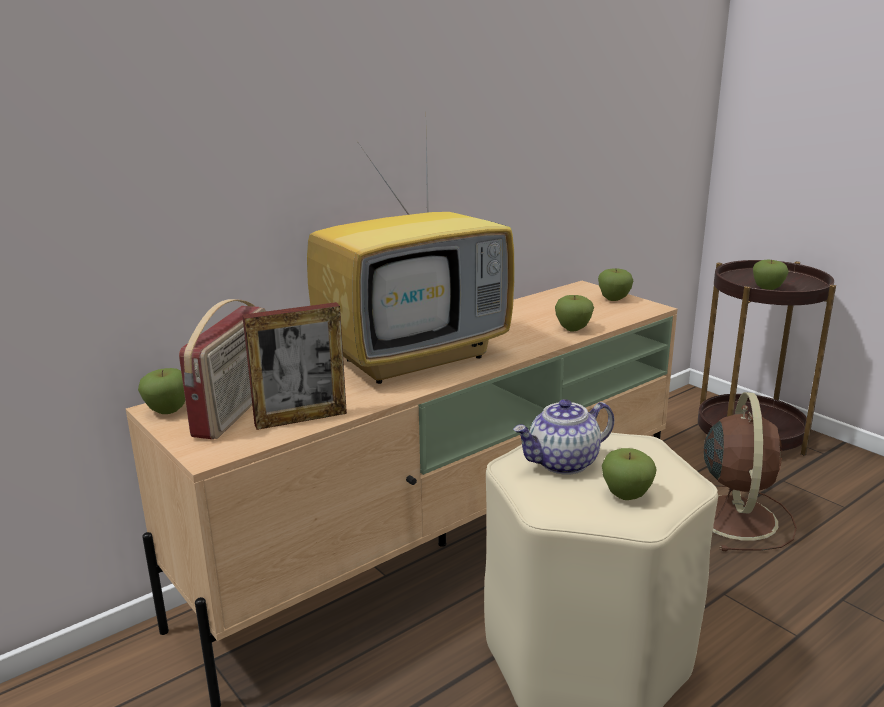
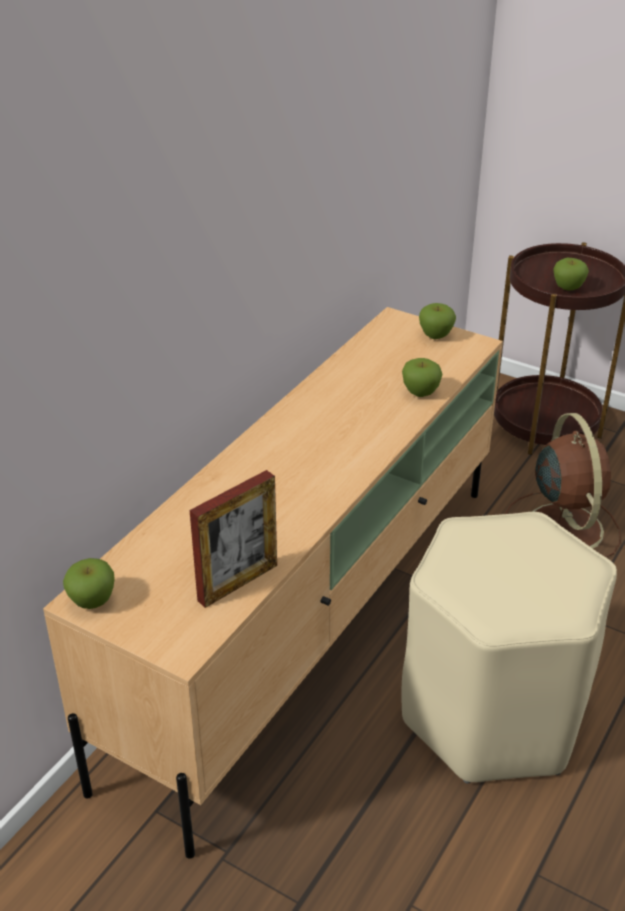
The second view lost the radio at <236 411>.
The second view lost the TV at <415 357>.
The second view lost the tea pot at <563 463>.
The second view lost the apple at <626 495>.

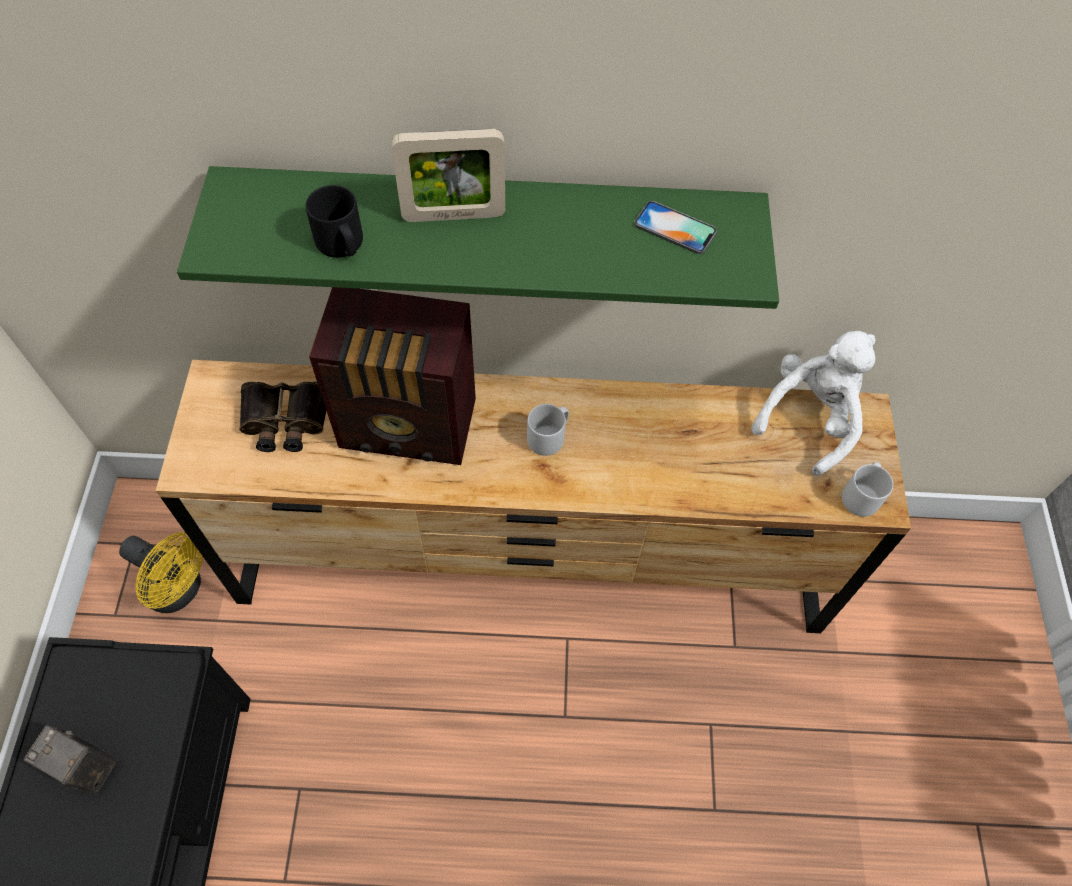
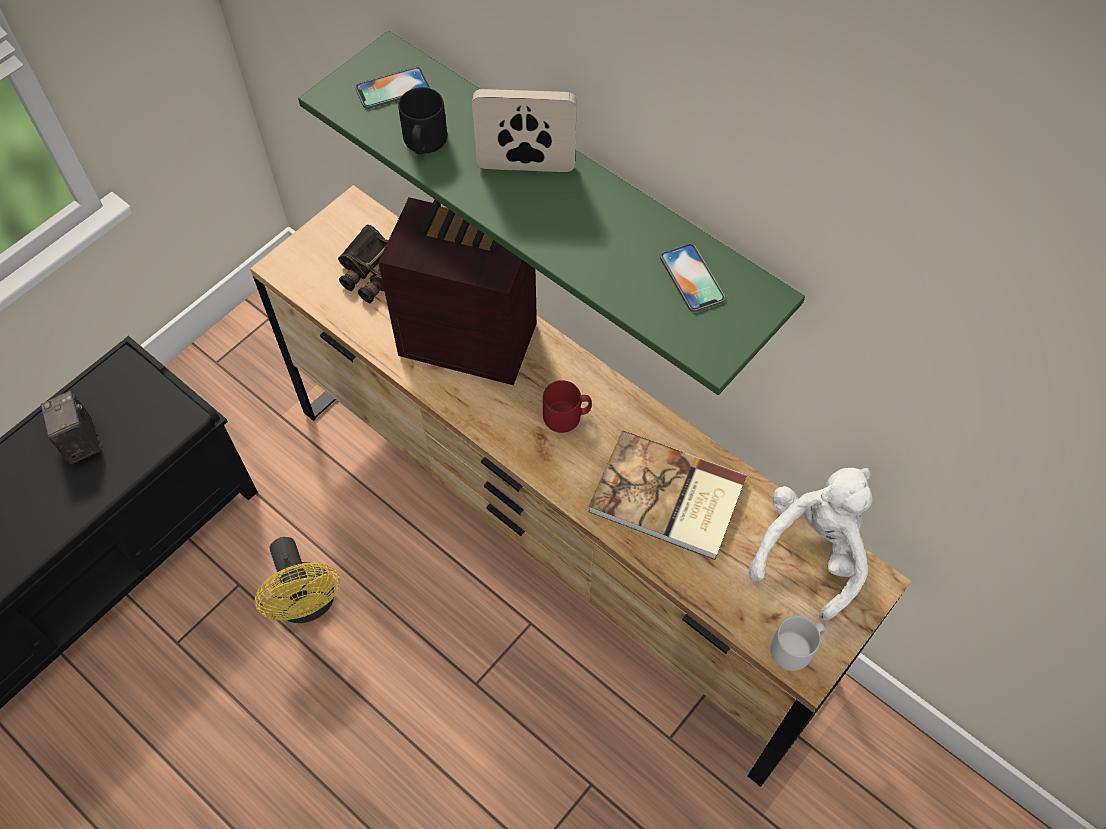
The cooling fan in yellow-coloured ended up elsewhere, having gone from <180 590> to <308 604>.
The radio at <410 426> ended up facing another way, 150 degrees clockwise from before.
The standing frame at <453 215> ended up facing another way, 150 degrees clockwise from before.
What was the mug in gray at <549 437> turned into the mug in reddish at <567 416>.
The soft toy in whitish at <810 419> ended up facing another way, 45 degrees counterclockwise from before.
The second view gained the telephone at <392 88>.
The second view gained the bound book at <667 499>.

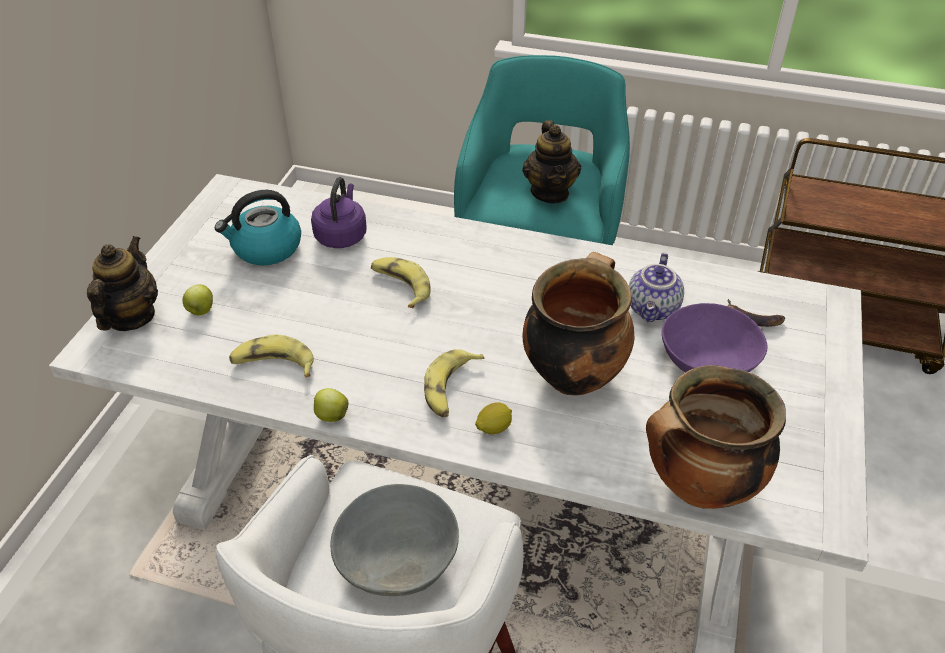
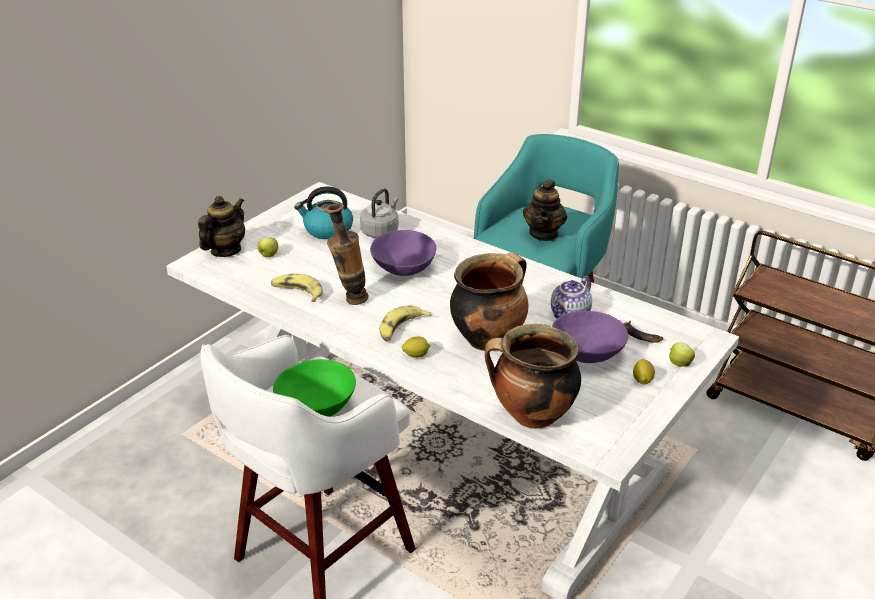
What was the water kettle in purplish at <341 235> turned into the water kettle in gray at <381 231>.
The apple ended up elsewhere, having gone from <331 415> to <679 363>.
What was the deep dish in gray at <398 558> turned into the deep dish in green-coloured at <317 405>.
Where the whole banana stood at <401 286>, the deep dish in purplish came to stand at <403 267>.
The second view gained the decorative vase at <349 299>.
The second view gained the whole lemon at <642 380>.

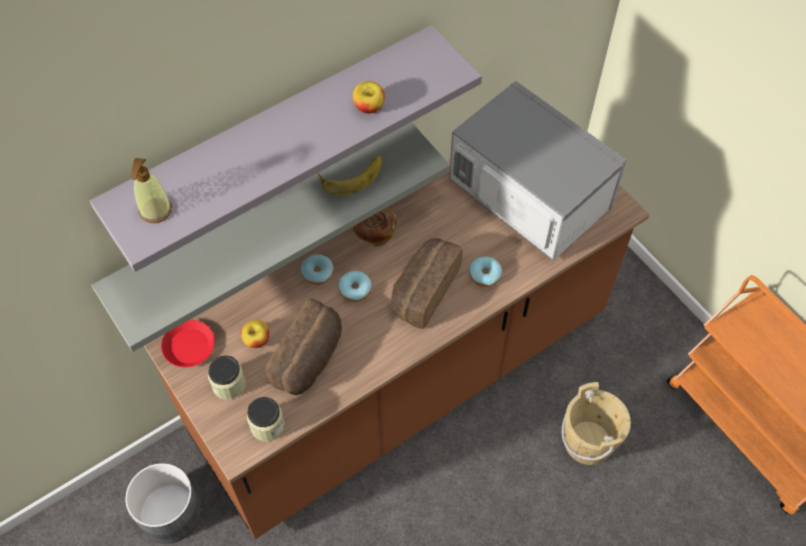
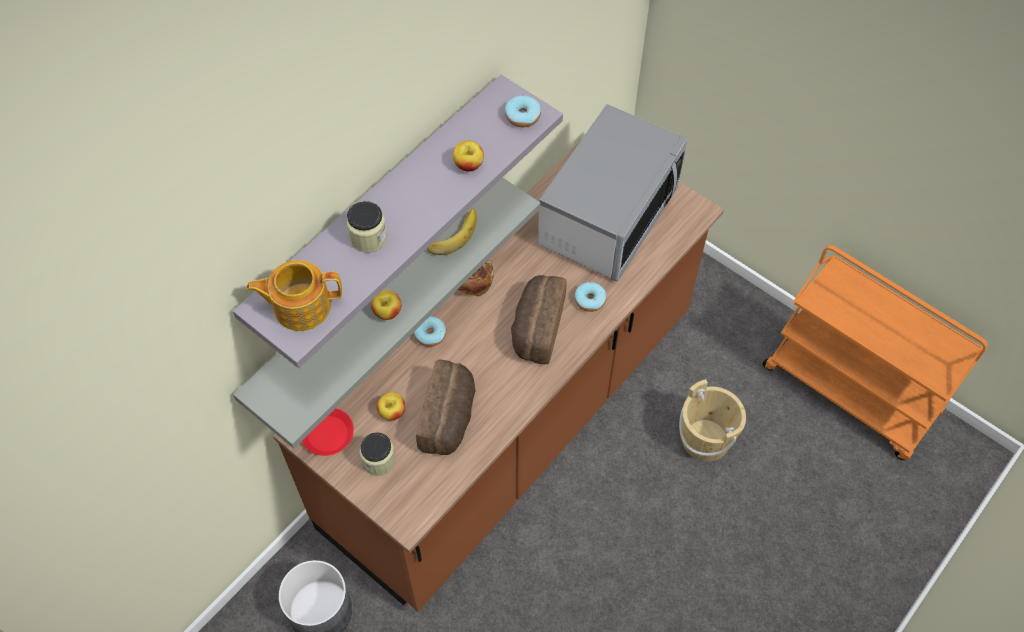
Where the soap dispenser stood at <155 210>, the tea pot came to stand at <300 306>.
The jar ended up elsewhere, having gone from <267 425> to <368 238>.
The donut ended up elsewhere, having gone from <355 289> to <522 116>.
The microwave at <528 196> ended up facing another way, 90 degrees clockwise from before.
The second view gained the apple at <387 312>.

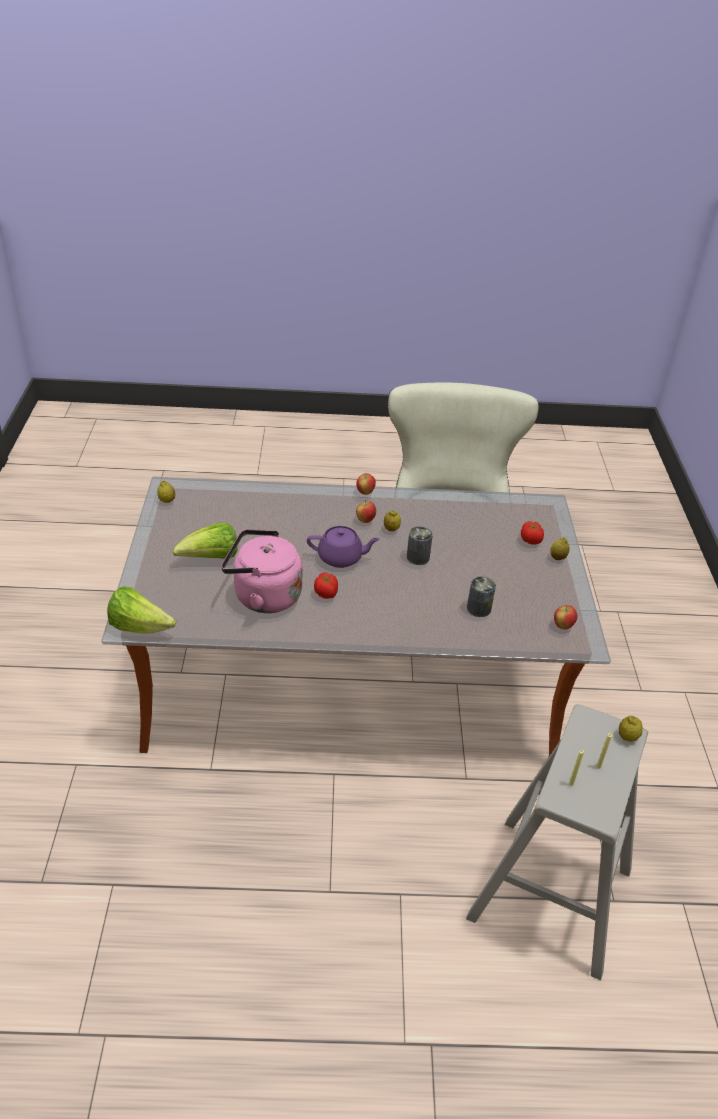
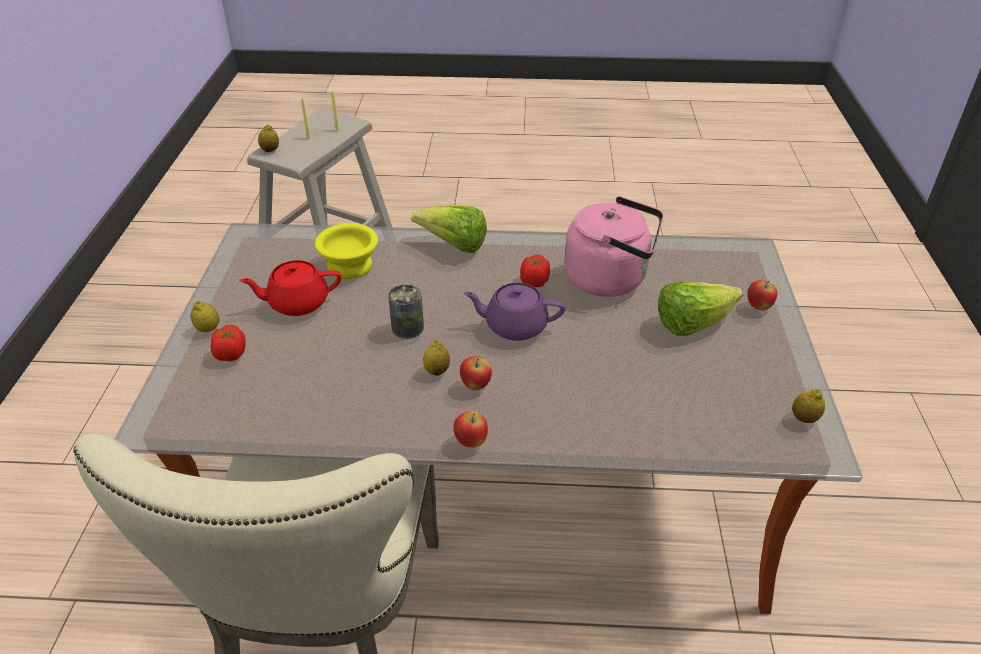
The lettuce ended up elsewhere, having gone from <140 627> to <454 245>.
Where the metal can stood at <478 608>, the deep dish in yellow-coloured came to stand at <350 267>.
The apple ended up elsewhere, having gone from <563 626> to <758 307>.
The second view gained the tea pot in reddish at <297 303>.

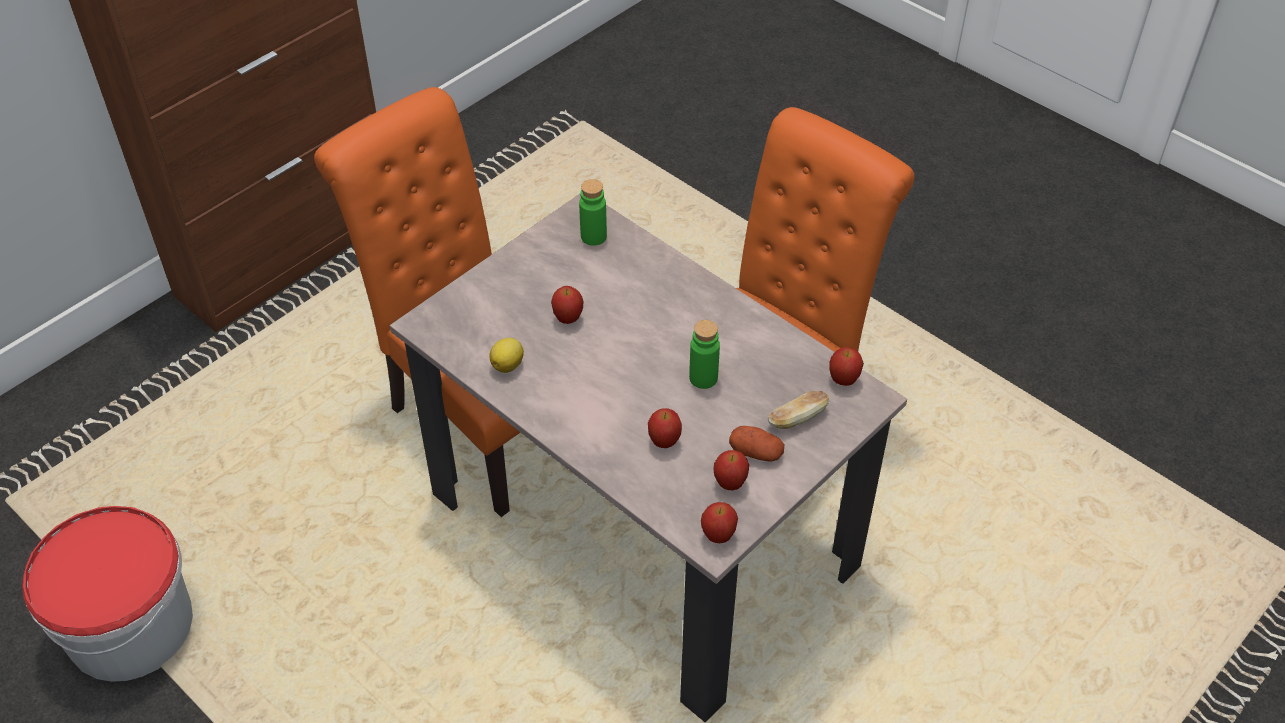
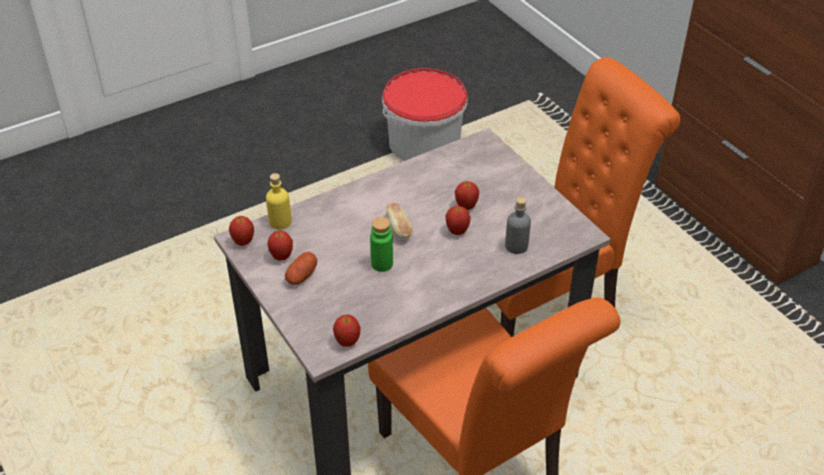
The second view lost the whole lemon at <508 365>.
The second view lost the bottle in green-coloured at <593 236>.
The apple ended up elsewhere, having gone from <664 442> to <457 231>.
The bread ended up elsewhere, having gone from <797 418> to <399 228>.
The second view gained the bottle in yellow-coloured at <280 222>.
The second view gained the bottle in gray at <516 246>.

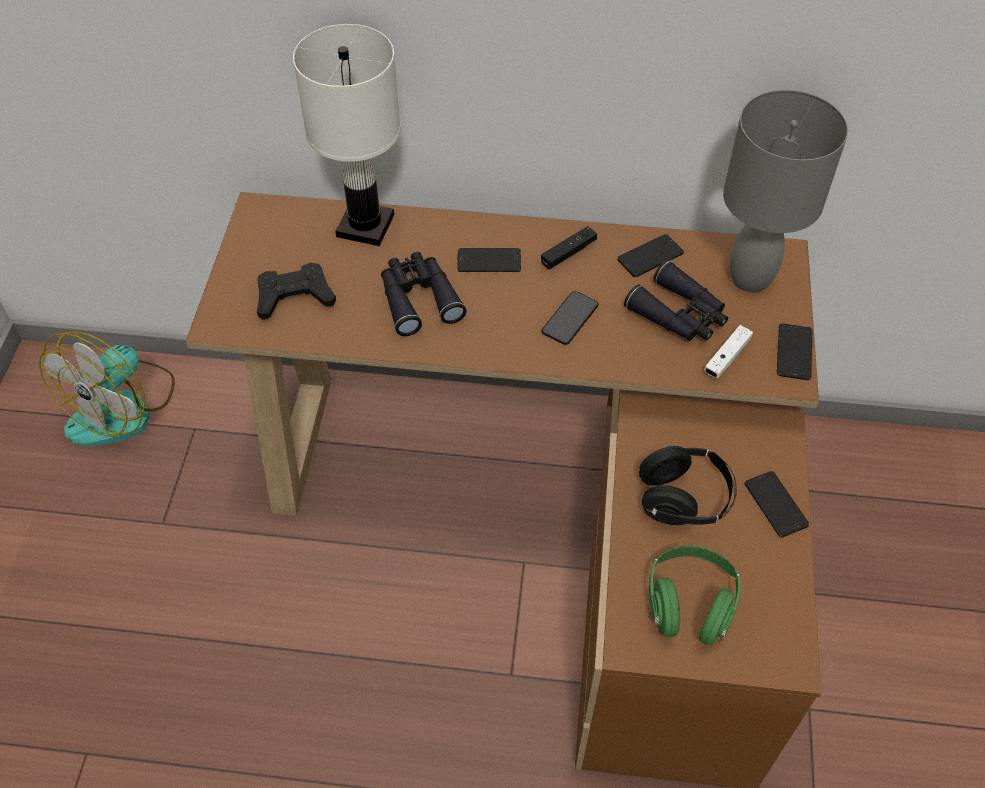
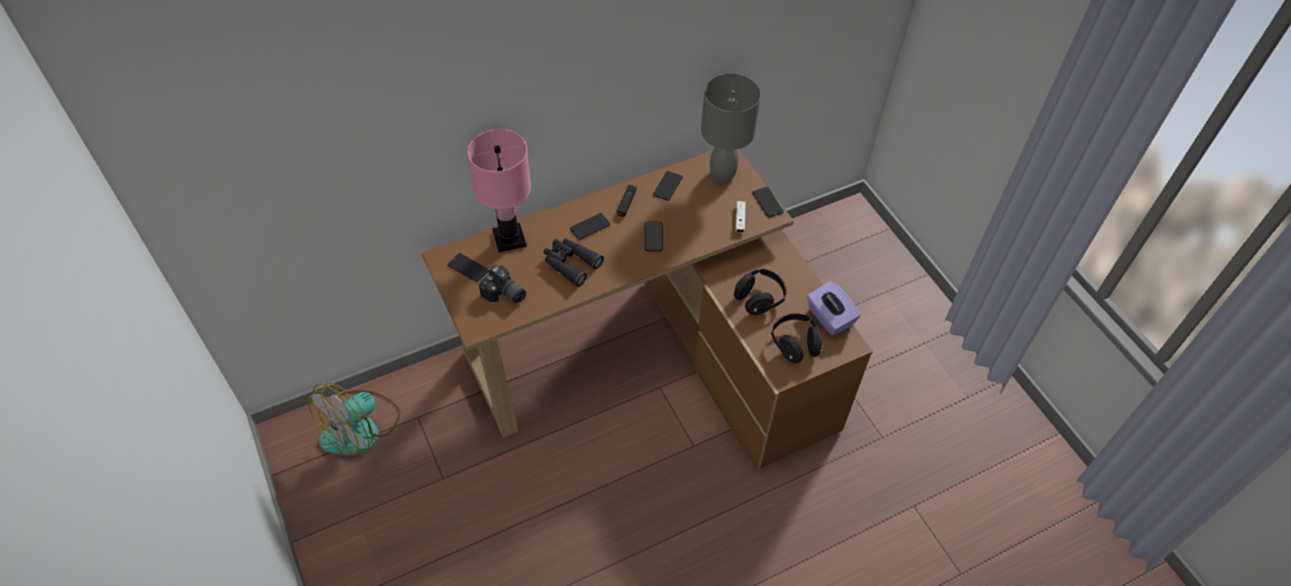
The cooling fan at <123 407> ended up facing another way, 45 degrees clockwise from before.
Where the joypad in black stood at <294 296>, the still camera came to stand at <504 294>.
What was the tabletop lamp in whitish at <365 225> turned into the tabletop lamp in pink-coloured at <508 238>.
The second view lost the field glasses in black at <679 315>.
What was the pair of headphones in green-coloured at <689 604> turned into the pair of headphones in black at <795 344>.
The telephone ended up elsewhere, having gone from <775 504> to <468 268>.
The second view gained the box of tissues in purplish at <829 318>.

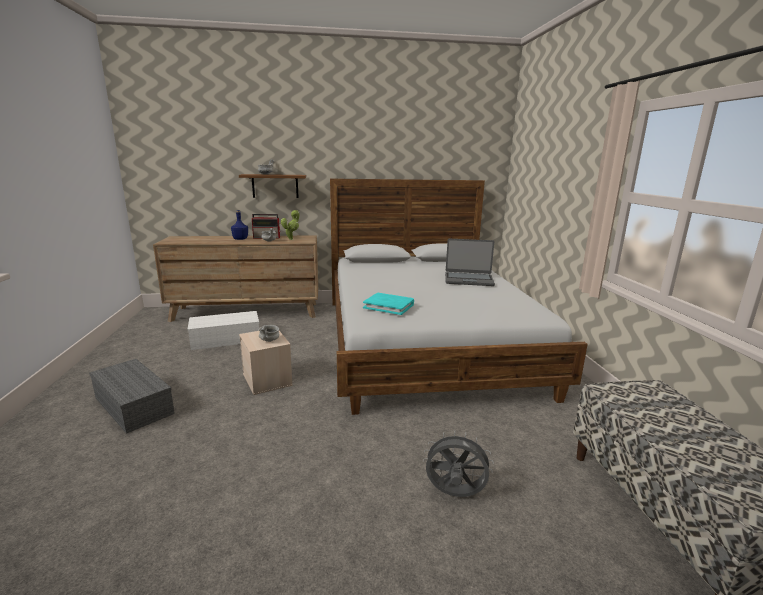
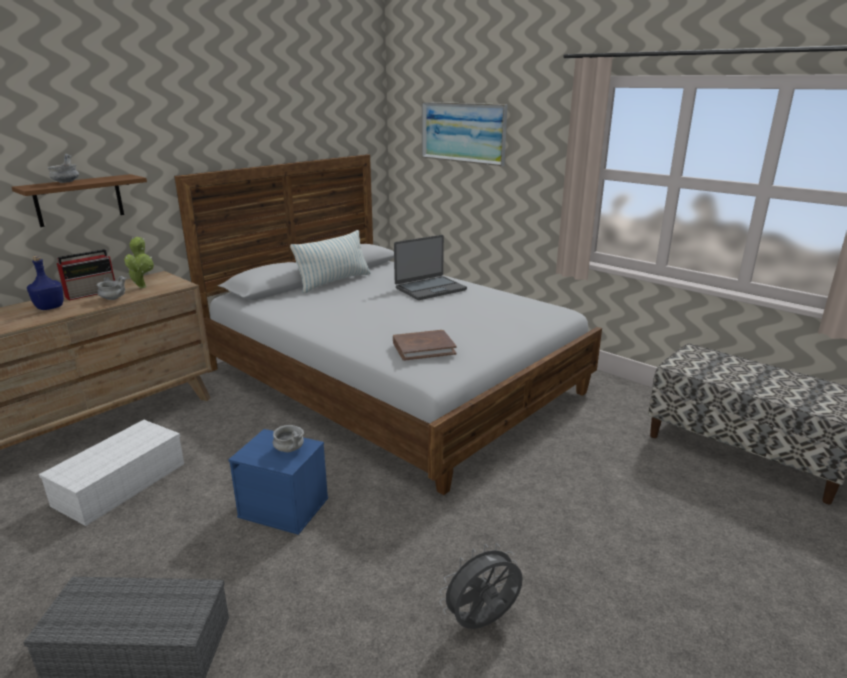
What was the storage box in beige at <268 380> turned into the storage box in blue-coloured at <285 507>.
What was the bound book in turquoise-coloured at <389 306> turned into the bound book in brownish at <423 348>.
The cooling fan in gray ended up elsewhere, having gone from <454 494> to <482 623>.
The second view gained the throw pillow at <334 282>.
The second view gained the wall picture at <463 132>.

